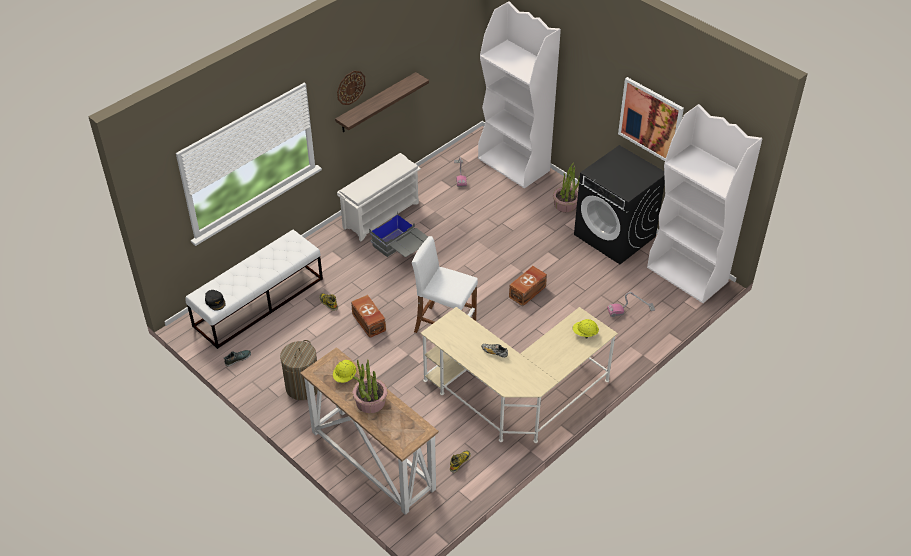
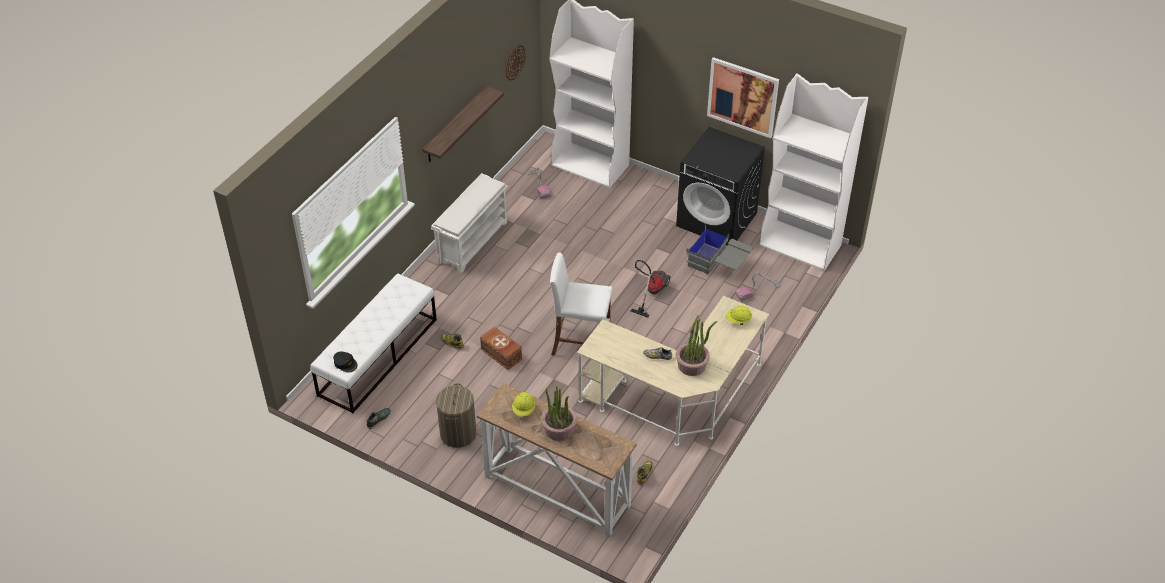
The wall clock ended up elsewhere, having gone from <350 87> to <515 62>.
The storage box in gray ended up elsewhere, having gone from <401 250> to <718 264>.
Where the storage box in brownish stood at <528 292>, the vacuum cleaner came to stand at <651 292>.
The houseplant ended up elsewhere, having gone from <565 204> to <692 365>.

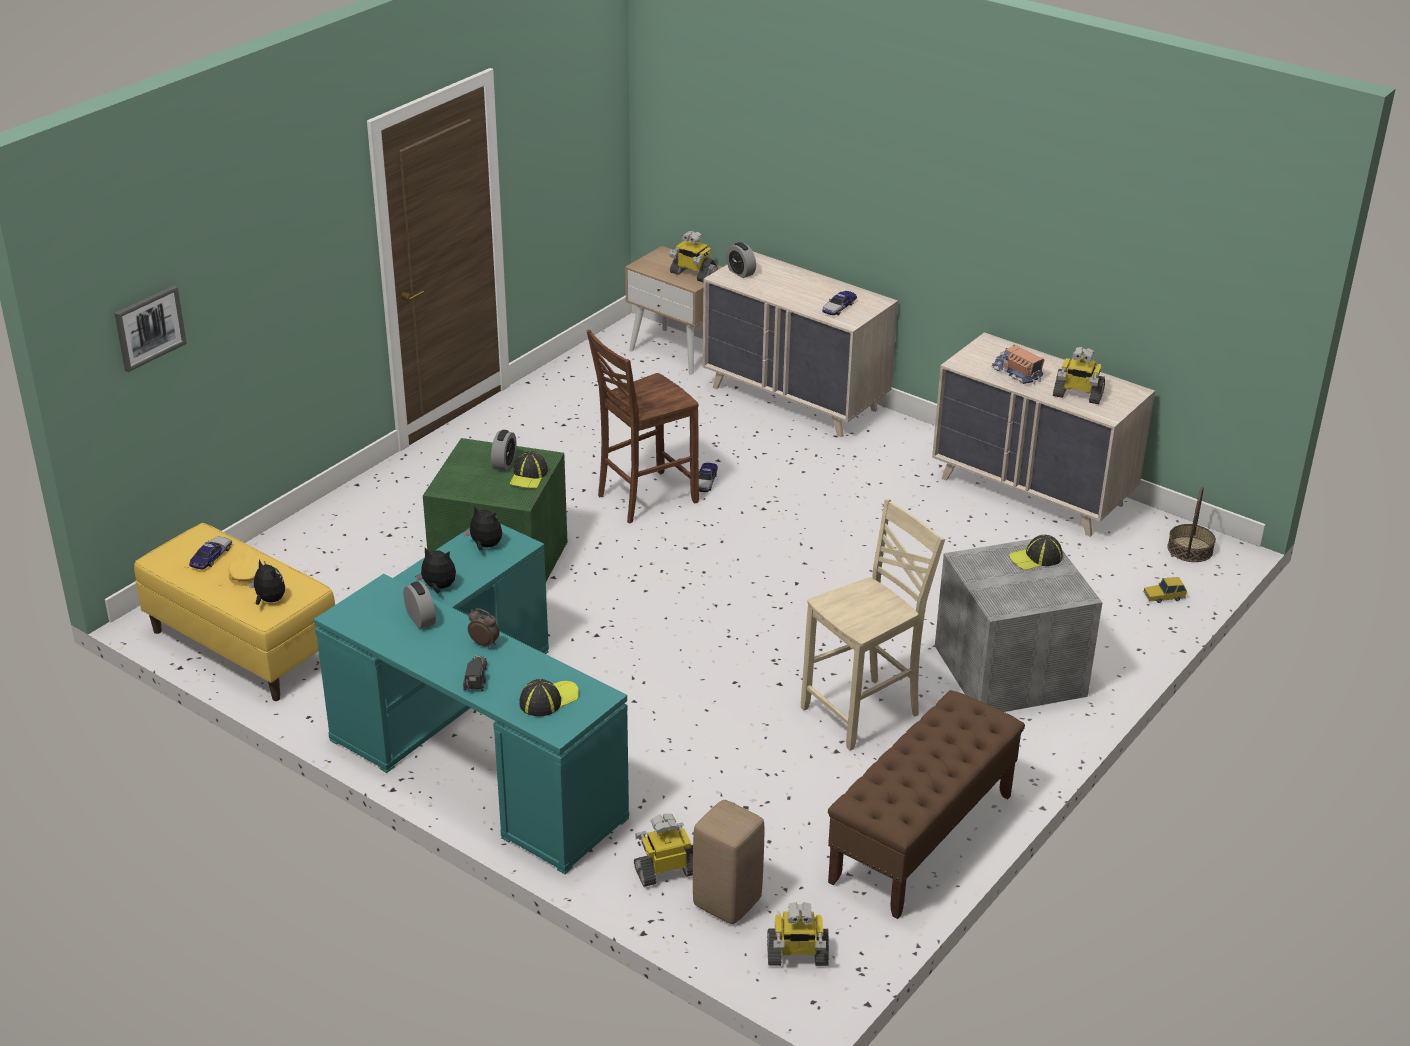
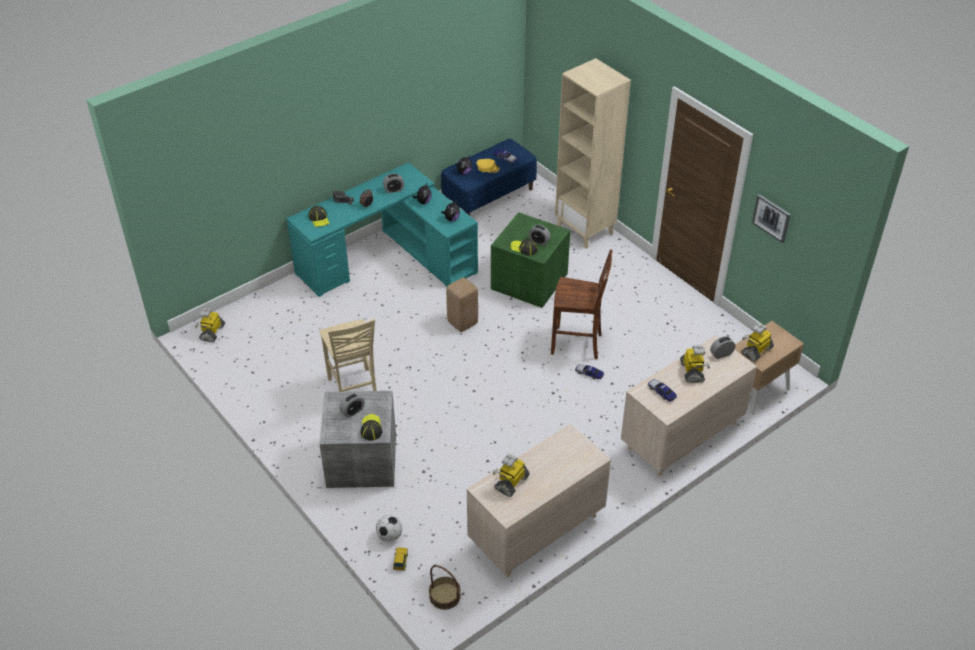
The wall picture ended up elsewhere, having gone from <149 327> to <771 218>.
What was the bench in yellow-coloured at <241 646> turned into the bench in blue-coloured at <489 196>.
The plain chair in brownish at <644 498> ended up facing another way, 120 degrees clockwise from before.
The robot figure ended up elsewhere, having gone from <666 870> to <692 372>.
The stool seat in beige ended up elsewhere, having gone from <728 902> to <462 323>.
The second view lost the bench in brownish at <921 839>.
The second view lost the toy lorry at <1016 374>.
The second view gained the alarm clock at <352 411>.
The second view gained the ball for football at <389 536>.
The second view gained the bookcase in beige at <585 230>.

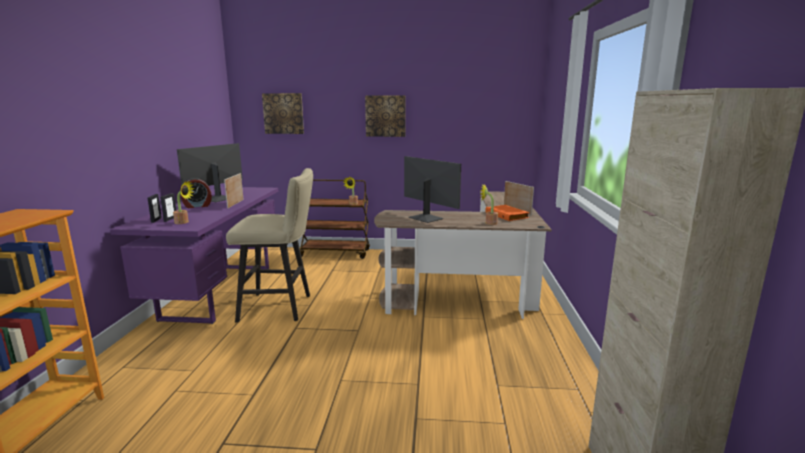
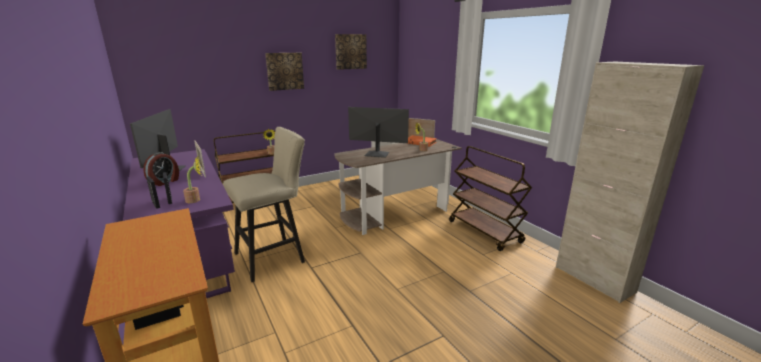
The wall picture ended up elsewhere, having gone from <283 113> to <350 51>.
The second view gained the trolley in brownish at <485 232>.

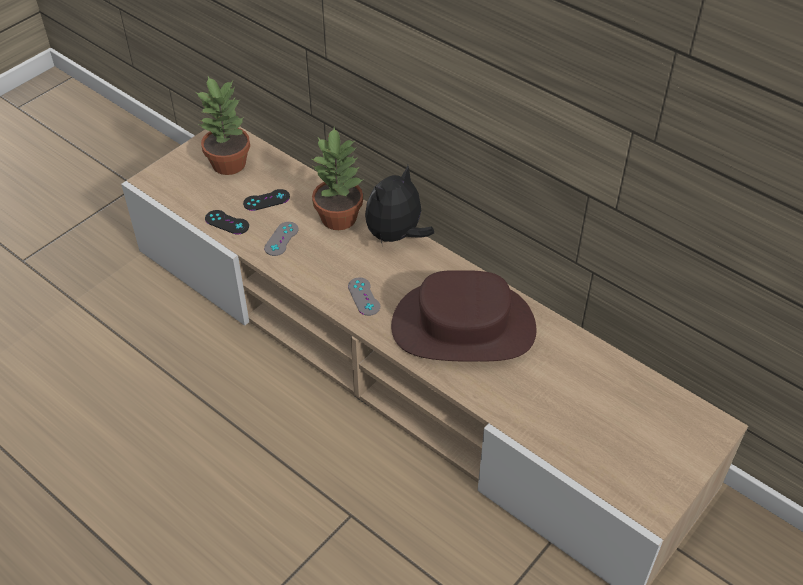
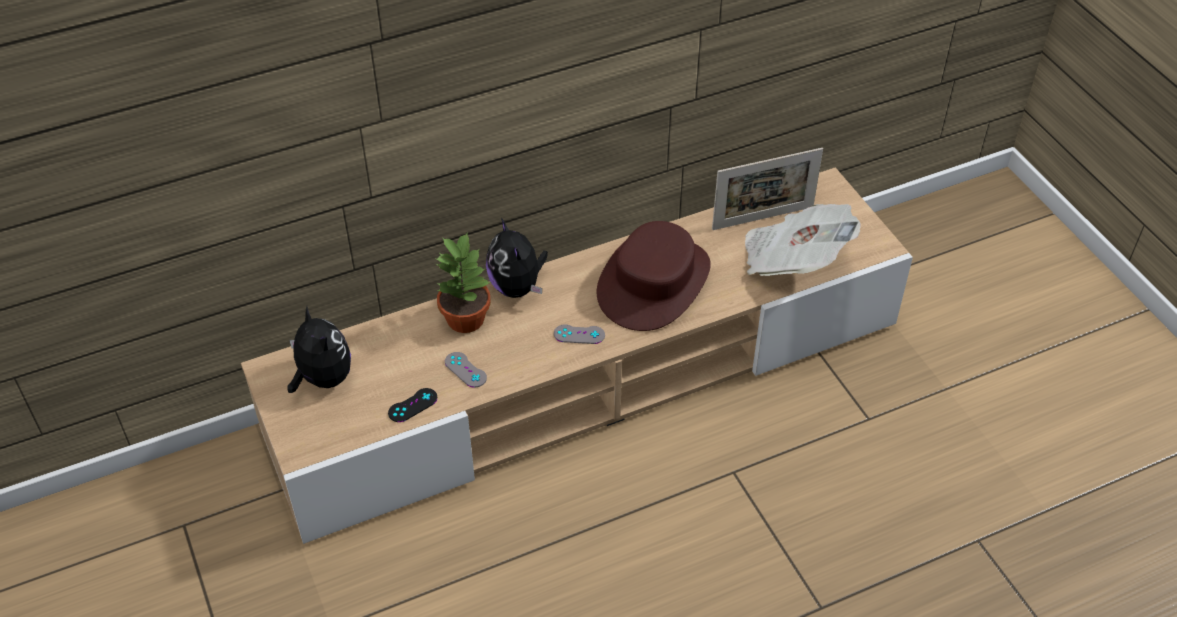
Where the houseplant stood at <229 163>, the soft toy came to stand at <322 378>.
The second view lost the joypad in black at <266 200>.
The second view gained the standing frame at <763 218>.
The second view gained the newspaper at <793 260>.

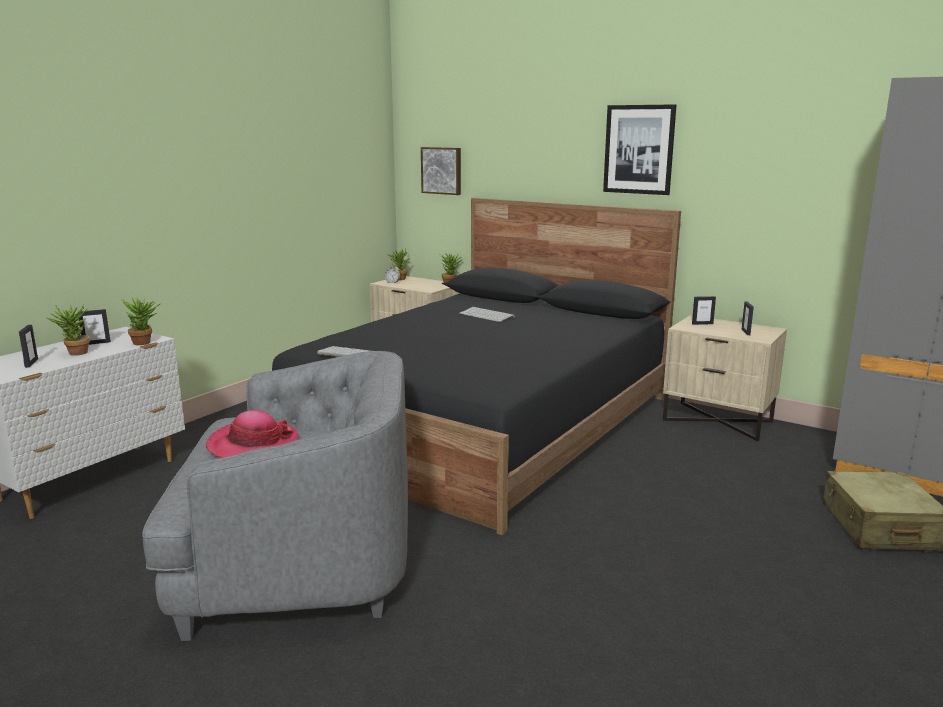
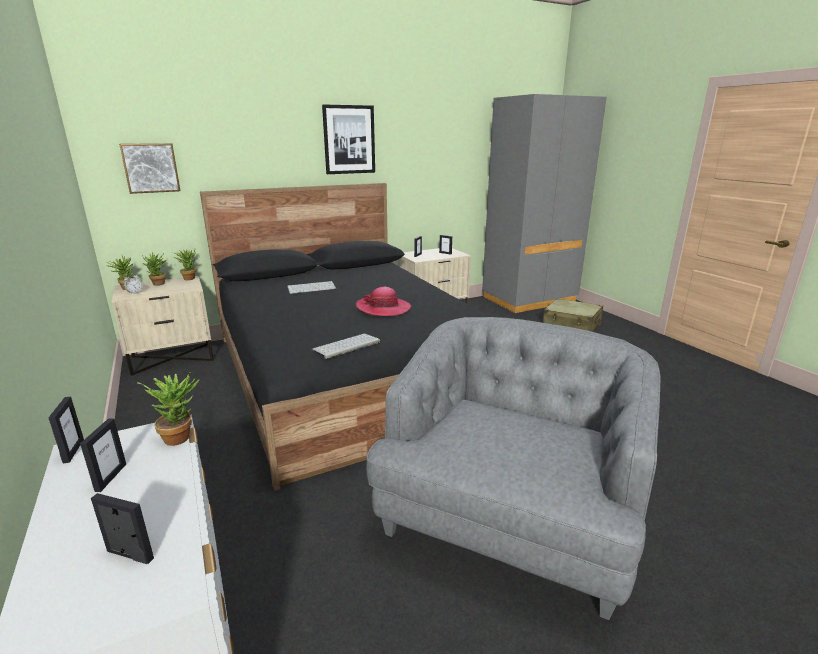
The houseplant ended up elsewhere, having gone from <75 354> to <159 284>.
The hat ended up elsewhere, having gone from <253 444> to <383 308>.
The second view gained the standing frame at <73 451>.

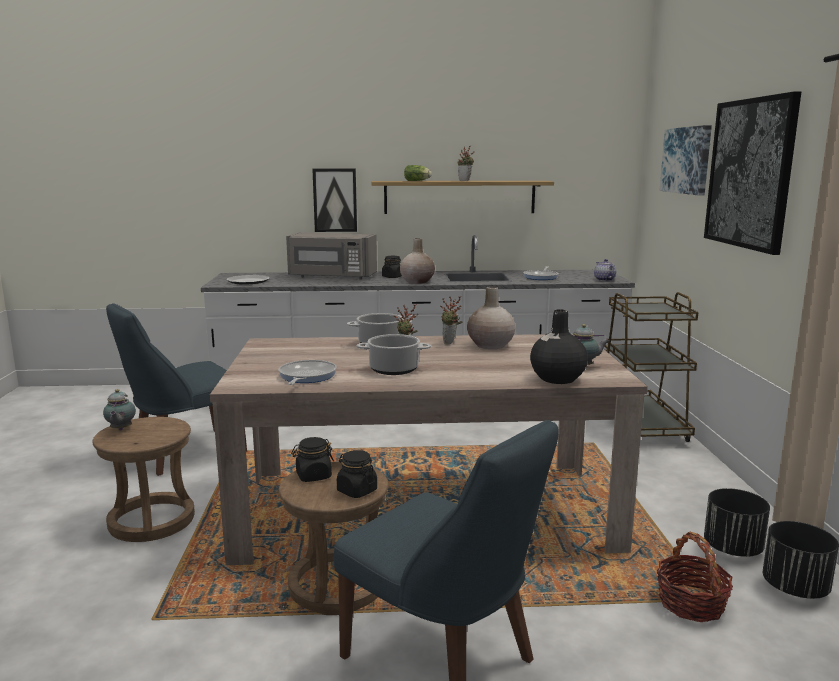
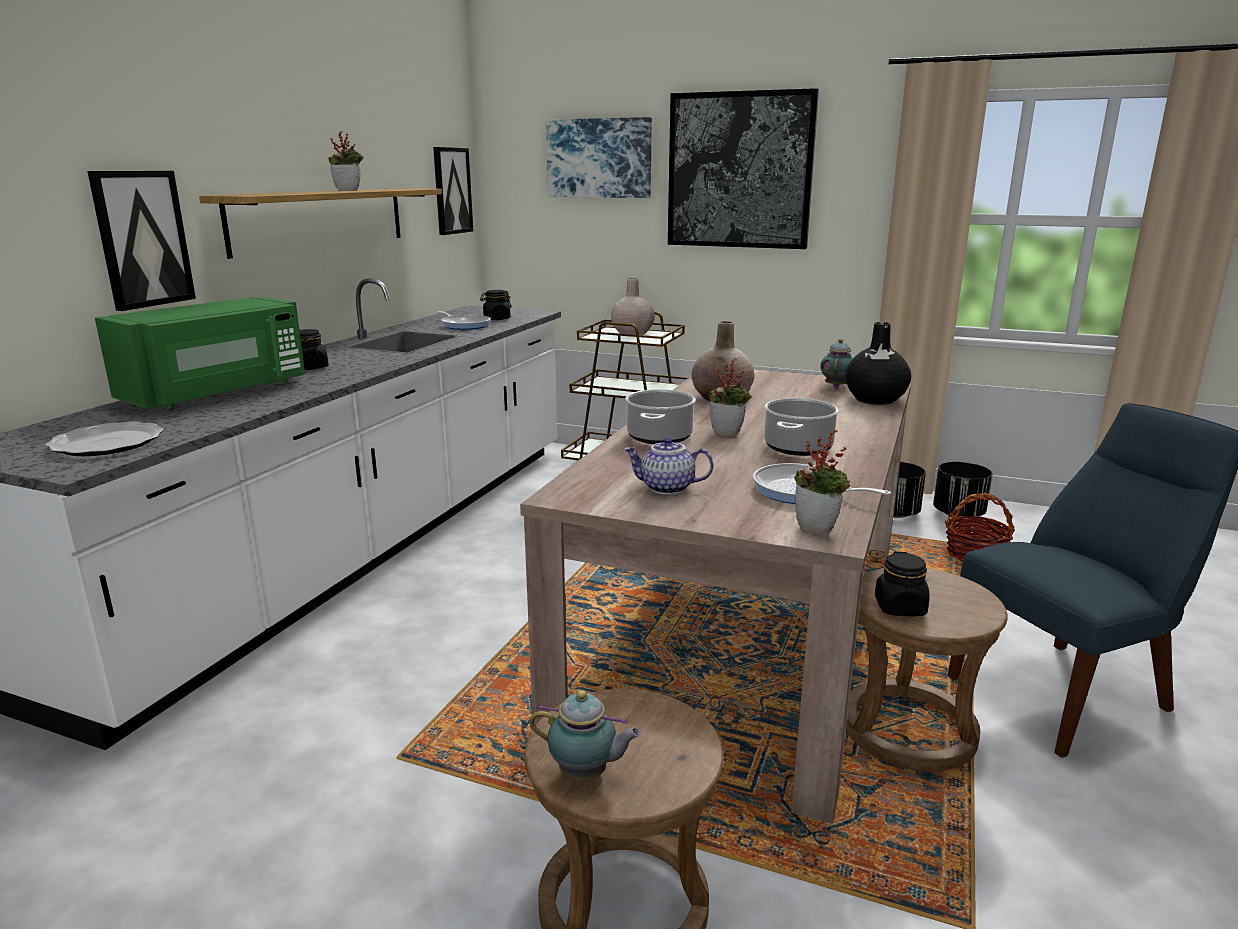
The second view lost the plain chair in blue-coloured at <184 453>.
What was the microwave in gray at <332 277> turned into the microwave in green-coloured at <219 392>.
The jar in black ended up elsewhere, having gone from <356 491> to <496 319>.
The decorative vase in beige ended up elsewhere, having gone from <417 281> to <632 333>.
The second view lost the lettuce at <418 181>.
The houseplant ended up elsewhere, having gone from <450 343> to <818 529>.
The tea pot ended up elsewhere, having gone from <603 280> to <666 488>.
The second view gained the wall picture at <452 191>.

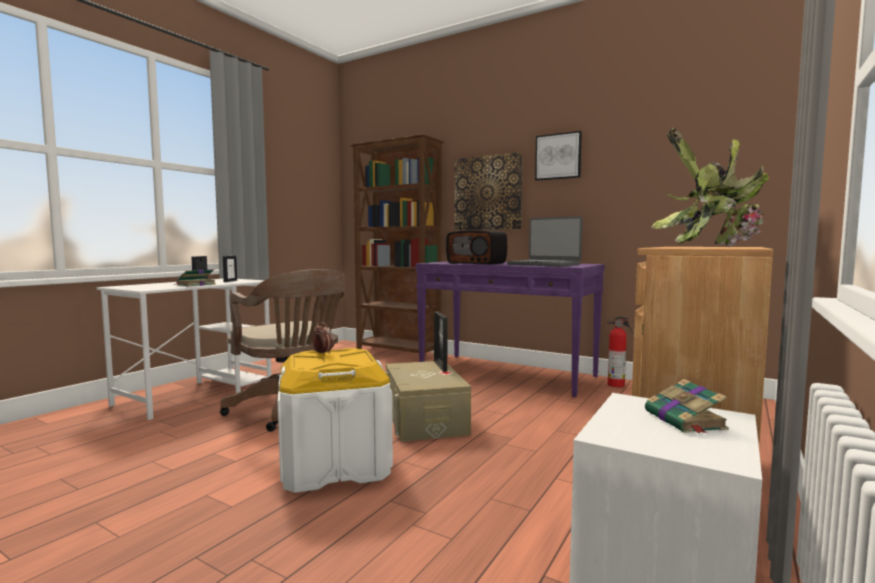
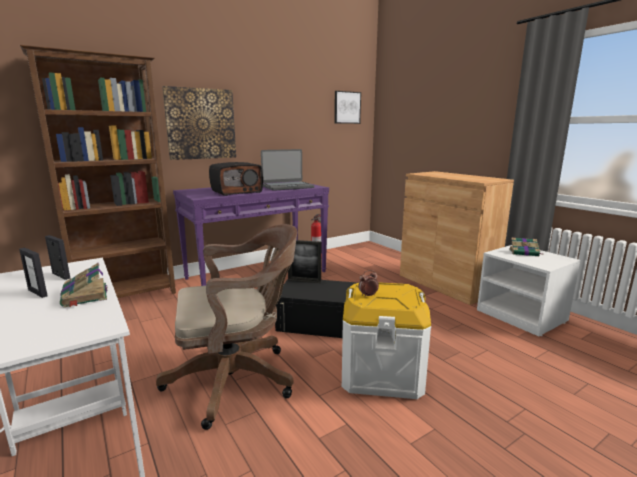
What was the storage box in beige at <425 419> turned into the storage box in black at <320 322>.
The wall picture ended up elsewhere, having gone from <558 156> to <347 107>.
The second view lost the houseplant at <712 246>.

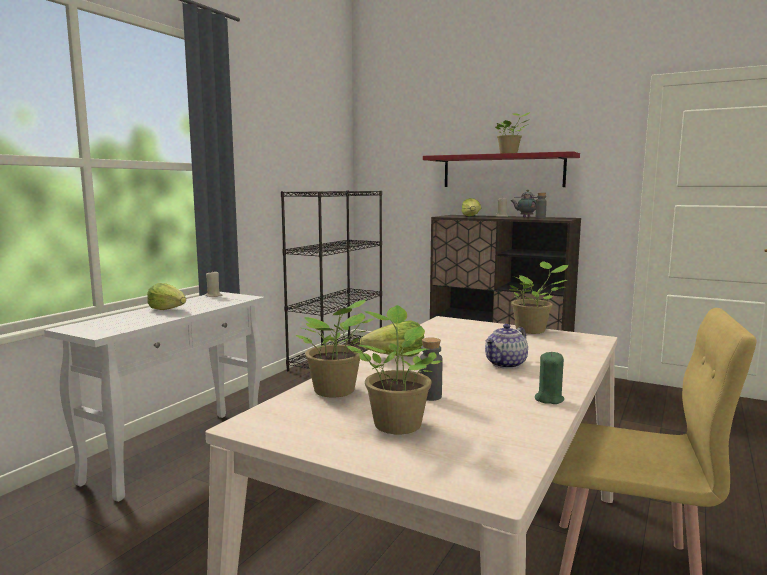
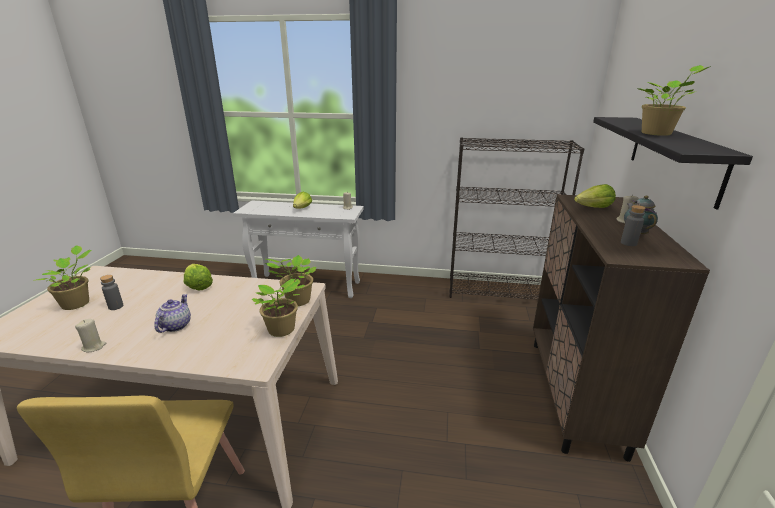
The houseplant ended up elsewhere, having gone from <335 392> to <296 301>.
What was the bracket shelf in reddish at <502 171> turned into the bracket shelf in black at <673 156>.
The tea pot at <506 364> ended up facing another way, 75 degrees clockwise from before.
What was the candle in green-coloured at <549 399> turned into the candle in beige at <94 347>.

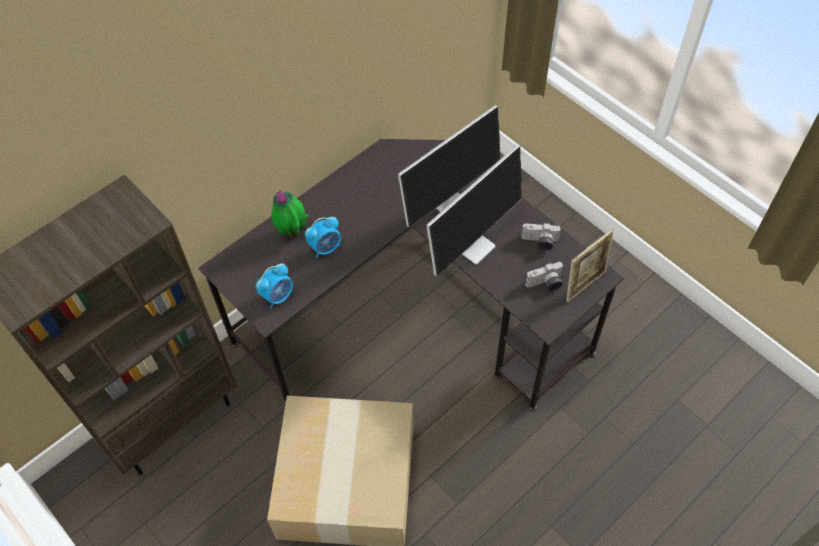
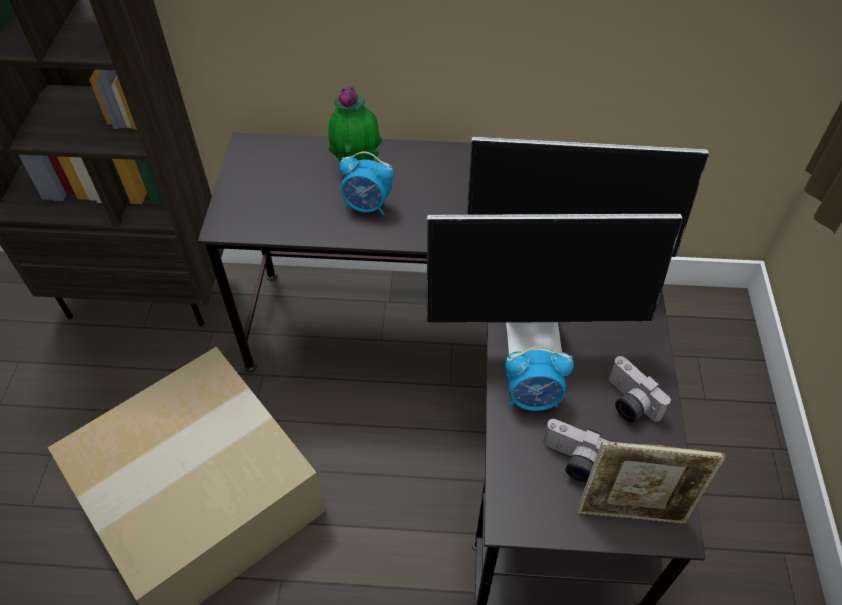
The alarm clock ended up elsewhere, having gone from <278 296> to <533 398>.

